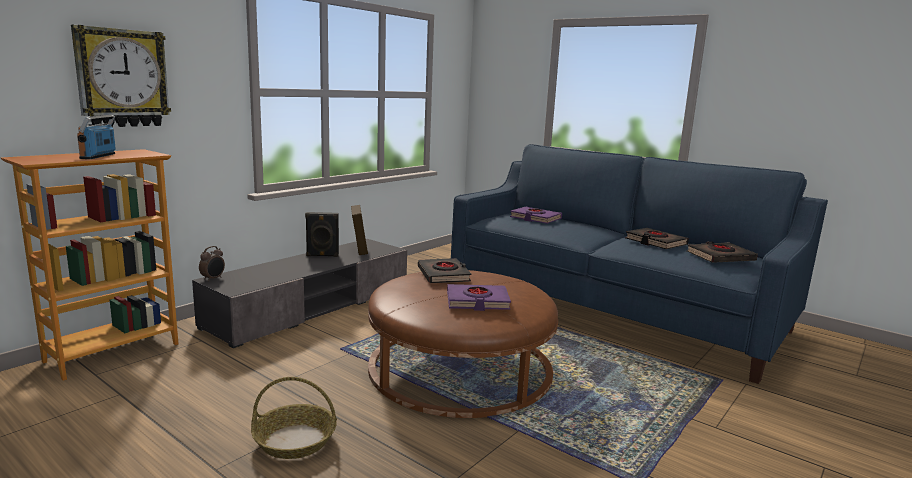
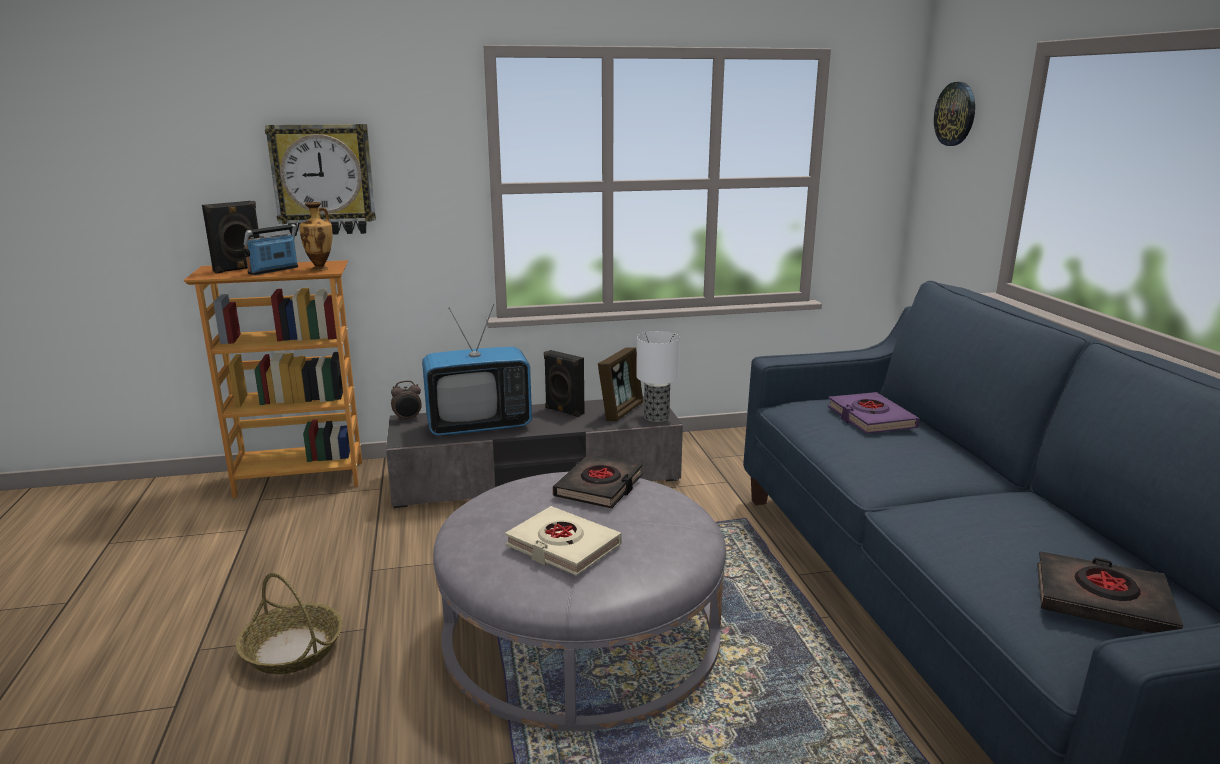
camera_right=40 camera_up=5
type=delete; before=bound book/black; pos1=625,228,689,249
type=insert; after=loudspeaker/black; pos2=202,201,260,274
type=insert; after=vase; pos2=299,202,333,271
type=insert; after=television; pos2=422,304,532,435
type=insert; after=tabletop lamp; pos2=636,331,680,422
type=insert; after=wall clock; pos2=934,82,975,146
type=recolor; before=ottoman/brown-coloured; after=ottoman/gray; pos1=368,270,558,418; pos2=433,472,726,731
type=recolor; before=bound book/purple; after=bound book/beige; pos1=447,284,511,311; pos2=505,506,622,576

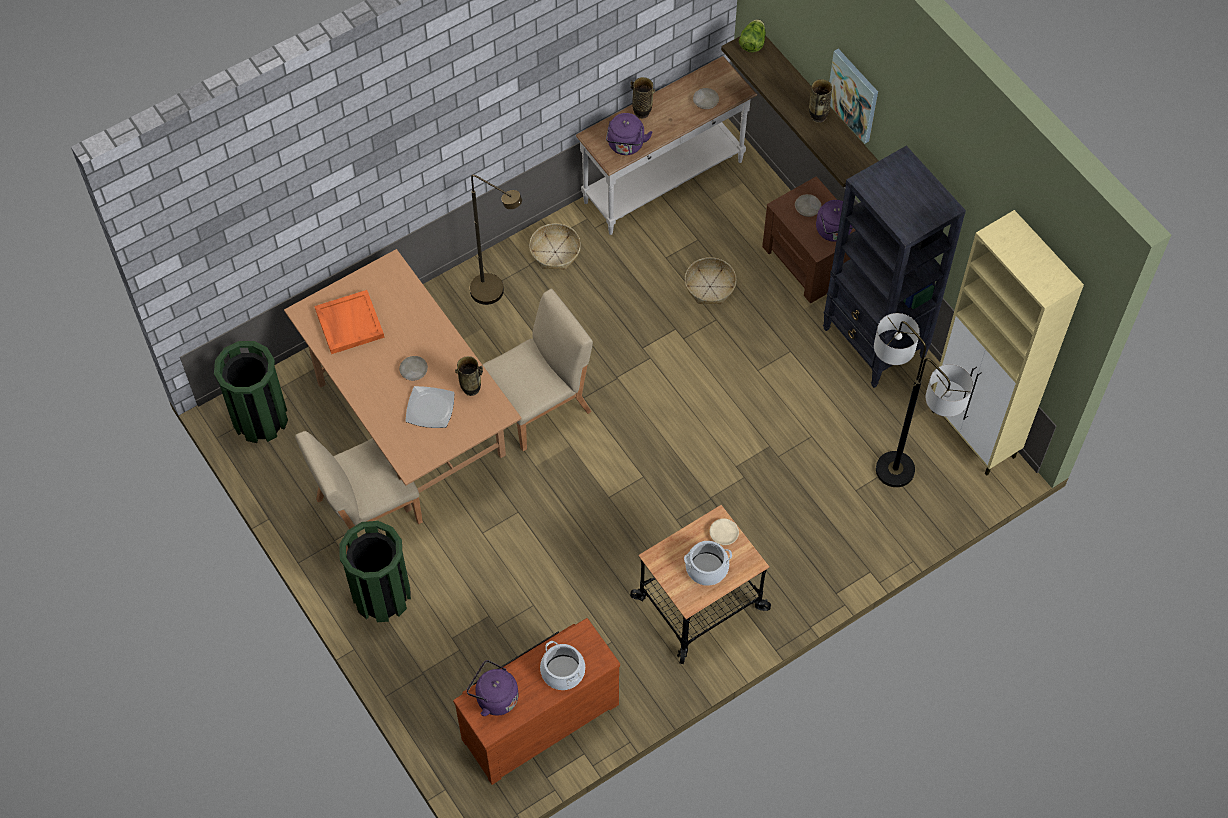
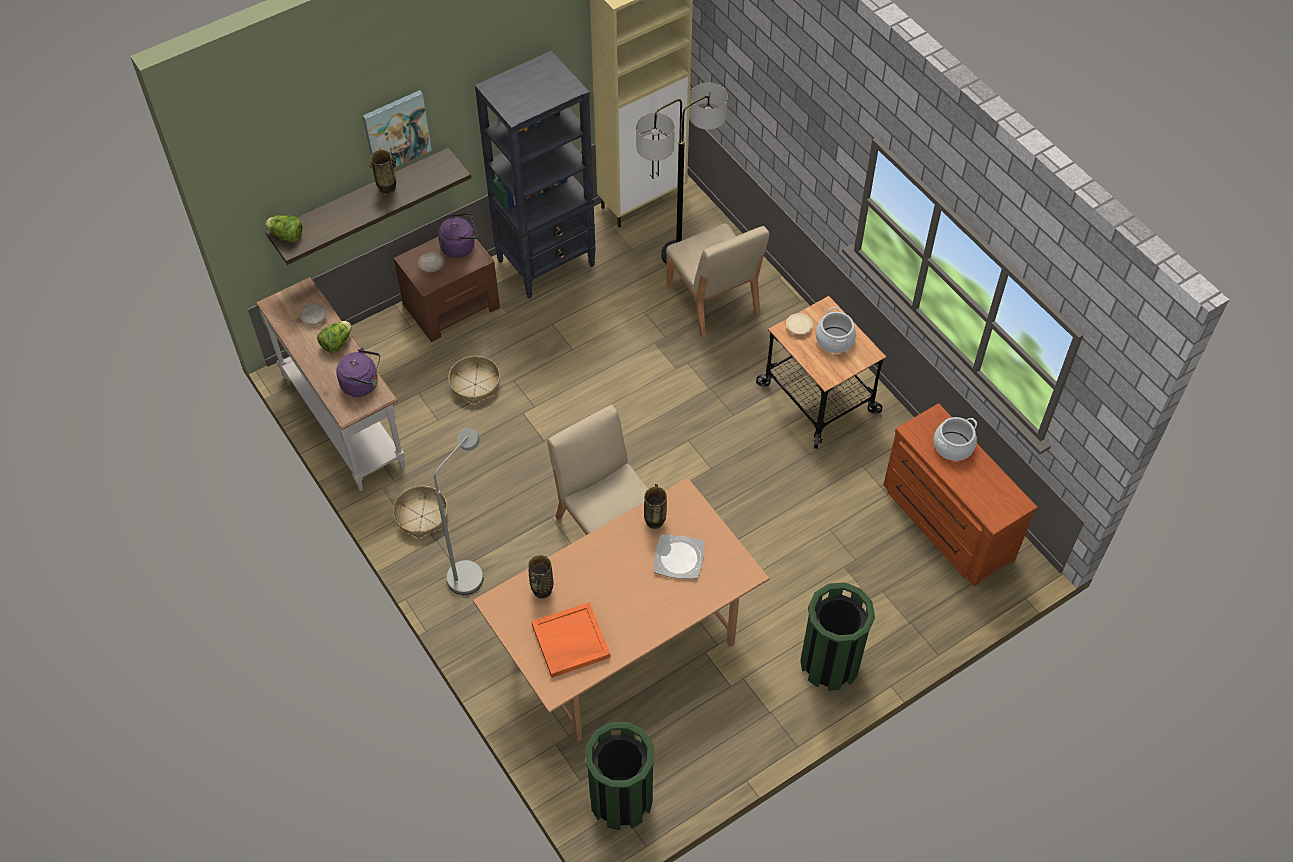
camera_right=-90 camera_up=-5
type=delete; before=flat dish/beige; pos1=399,356,428,381
type=delete; before=water kettle/purple; pos1=467,660,518,716
type=insert; after=lettuce head; pos2=317,321,351,353
type=move; before=upright chair/beige; pos1=295,431,423,554; pos2=666,224,769,338
type=move; before=vase; pos1=630,77,655,119; pos2=528,555,553,599
type=recolor; before=floor lamp/brown-coloured; after=floor lamp/gray; pos1=470,175,522,305; pos2=434,428,483,595

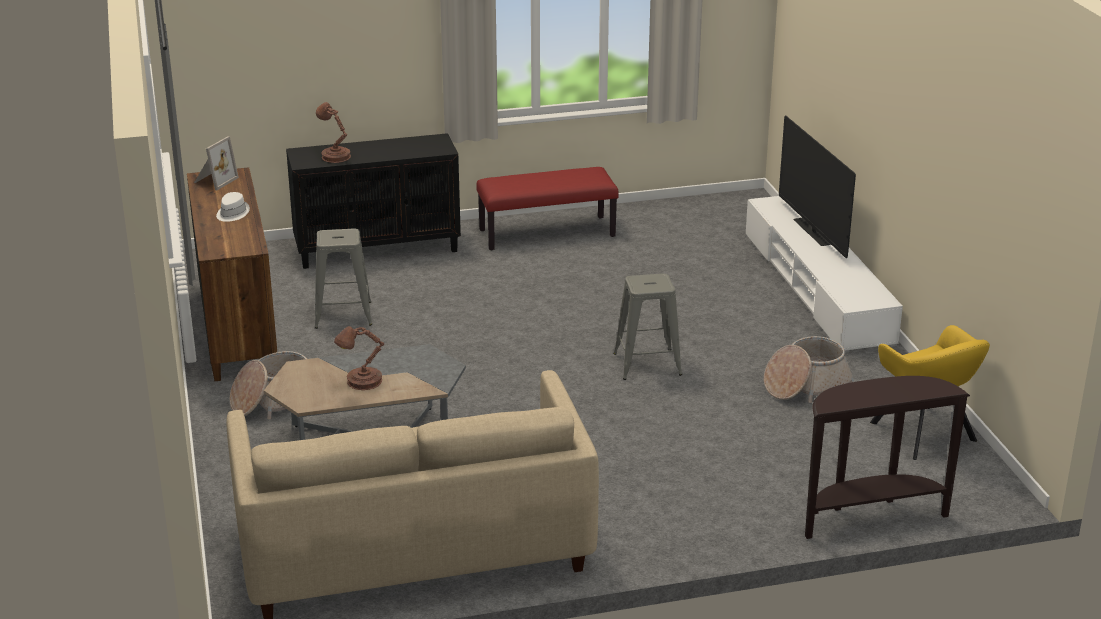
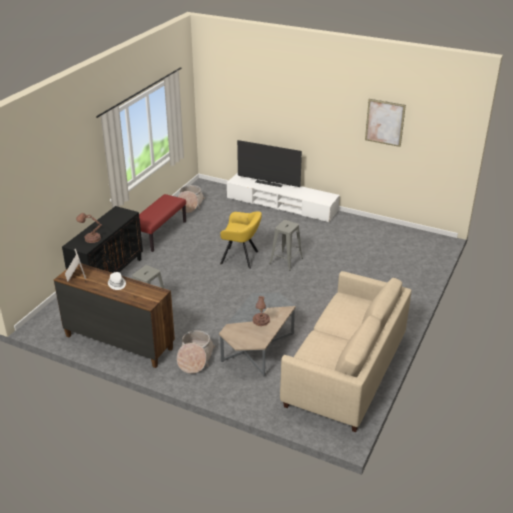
camera_right=-50 camera_up=5
type=delete; before=console table/brown-coloured; pos1=805,376,970,539
type=insert; after=wall picture; pos2=365,99,406,147
type=move; before=basket; pos1=764,336,854,403; pos2=178,185,205,213
type=move; before=lounge chair/yellowish; pos1=870,325,990,460; pos2=220,211,262,269

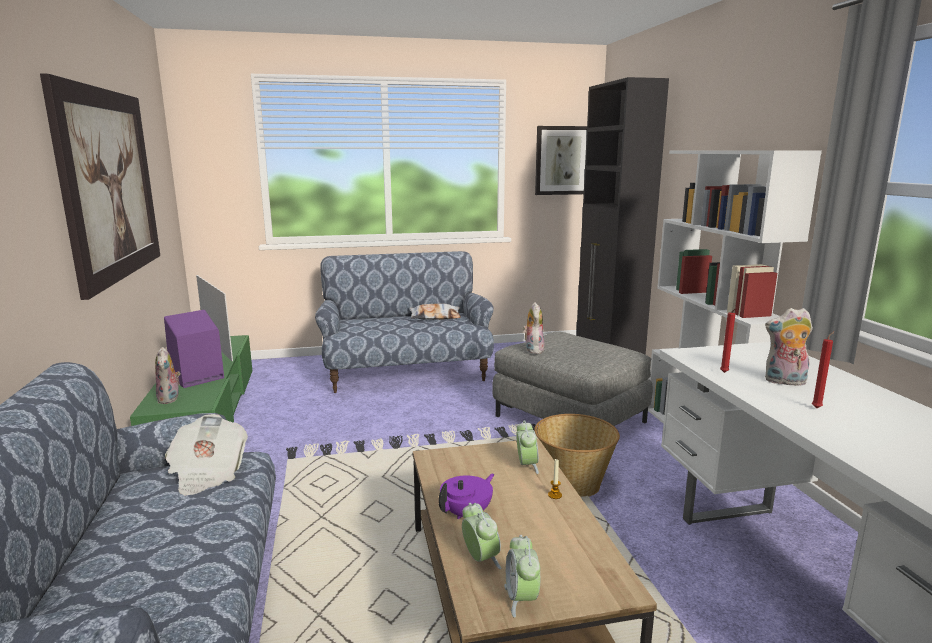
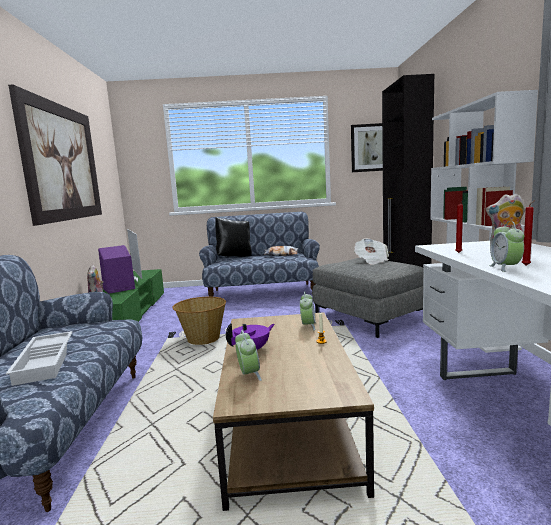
camera_right=10 camera_up=-5
type=delete; before=plush toy; pos1=523,302,544,354
type=insert; after=tray/white; pos2=6,331,72,386
type=insert; after=throw pillow/black; pos2=215,217,252,257
type=move; before=daily paper; pos1=165,414,248,496; pos2=354,238,389,265
type=move; before=bedside clock; pos1=504,535,540,618; pos2=489,221,524,272
type=move; before=basket; pos1=534,414,620,497; pos2=172,297,226,345

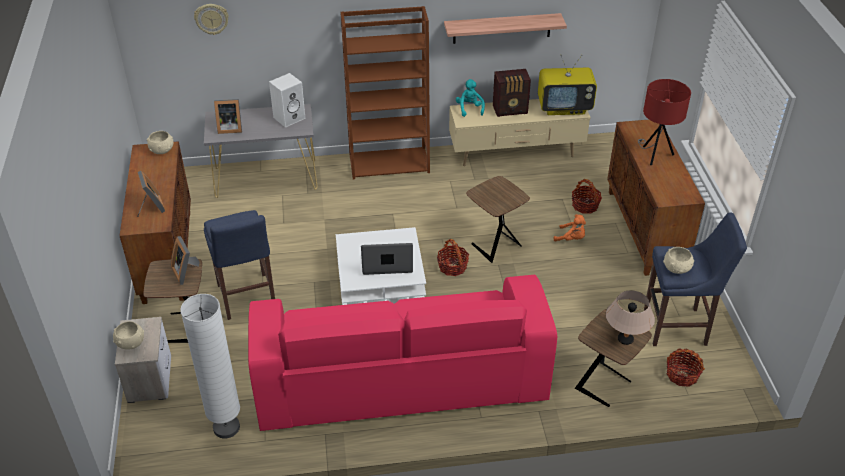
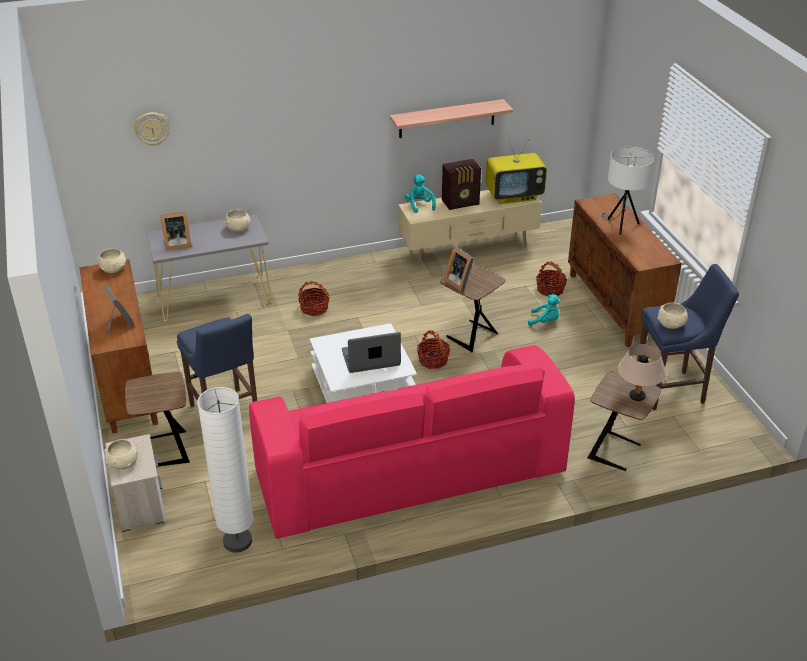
camera_right=-10 camera_up=-5
type=delete; before=bookcase/brown-coloured; pos1=341,6,430,179
type=move; before=standing frame; pos1=171,236,200,285; pos2=444,247,474,292
type=move; before=basket; pos1=666,348,705,387; pos2=298,281,330,316
type=replace; before=loudspeaker/white; after=bowl/beige; pos1=269,73,306,128; pos2=224,209,251,232
type=recolor; before=plush toy/orangey; after=plush toy/turquoise-coloured; pos1=553,214,586,242; pos2=528,294,560,326
type=recolor; before=tabletop lamp/red-coloured; after=tabletop lamp/white; pos1=638,79,691,165; pos2=601,147,654,235

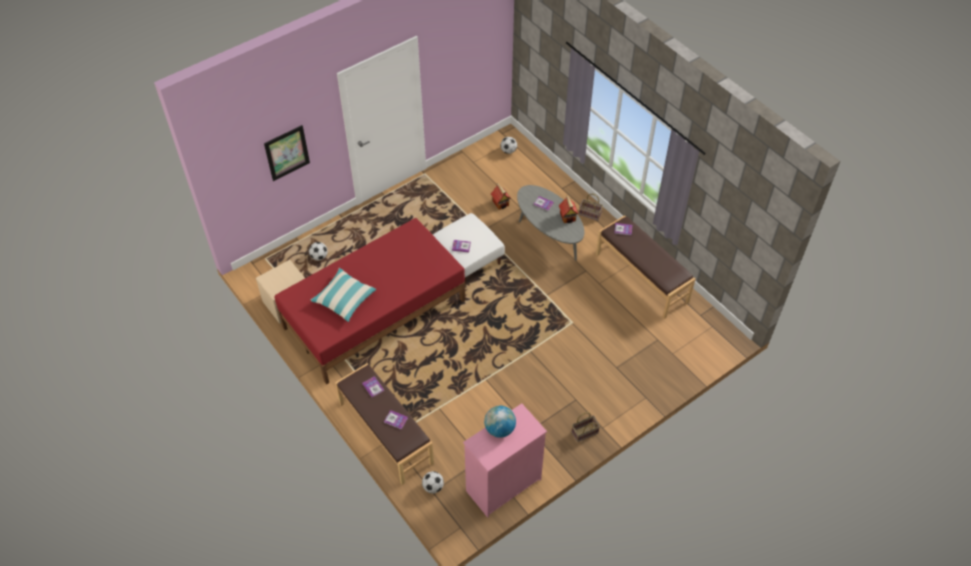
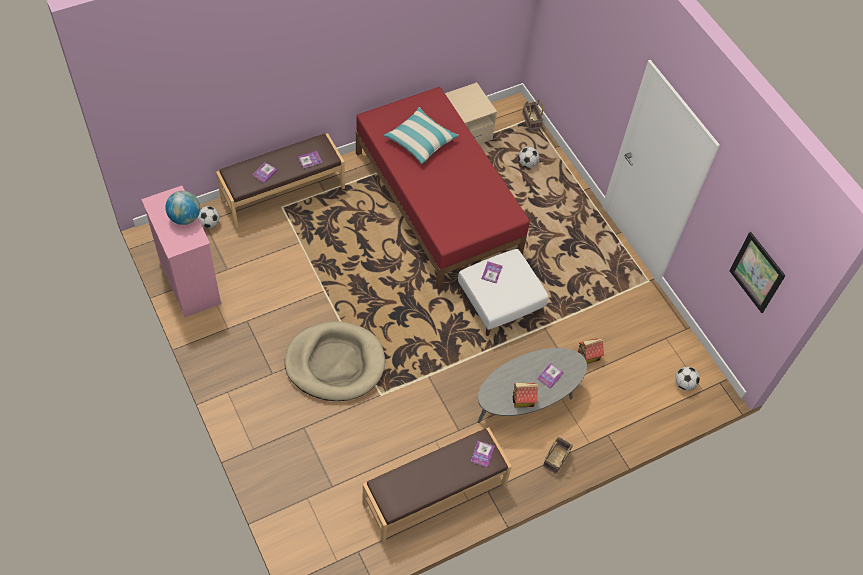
camera_right=95 camera_up=5
type=insert; after=pet bed/beige; pos2=285,321,385,401
type=move; before=wall picture; pos1=264,125,310,181; pos2=729,232,786,313
type=move; before=basket; pos1=571,412,600,442; pos2=522,99,543,130

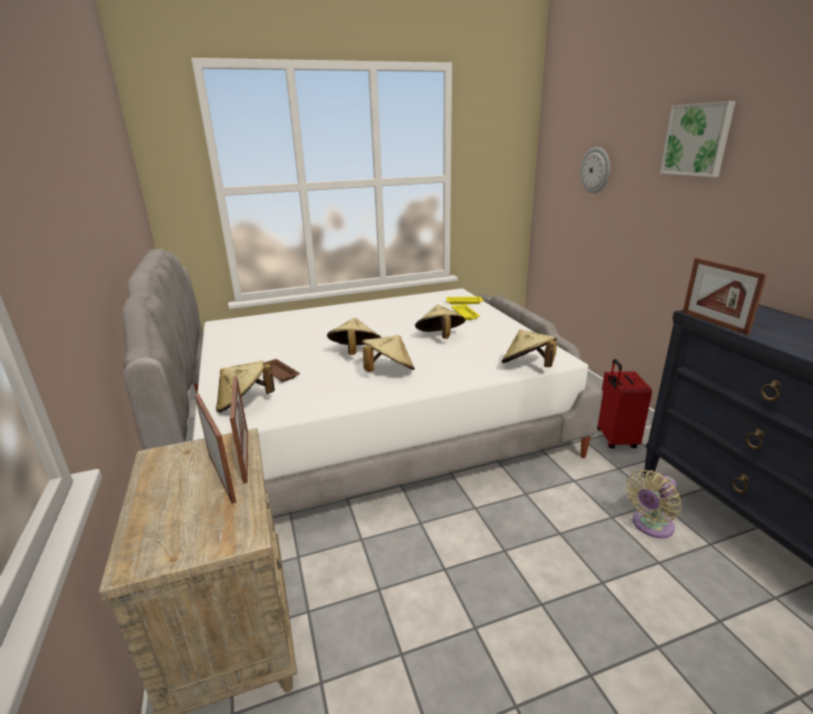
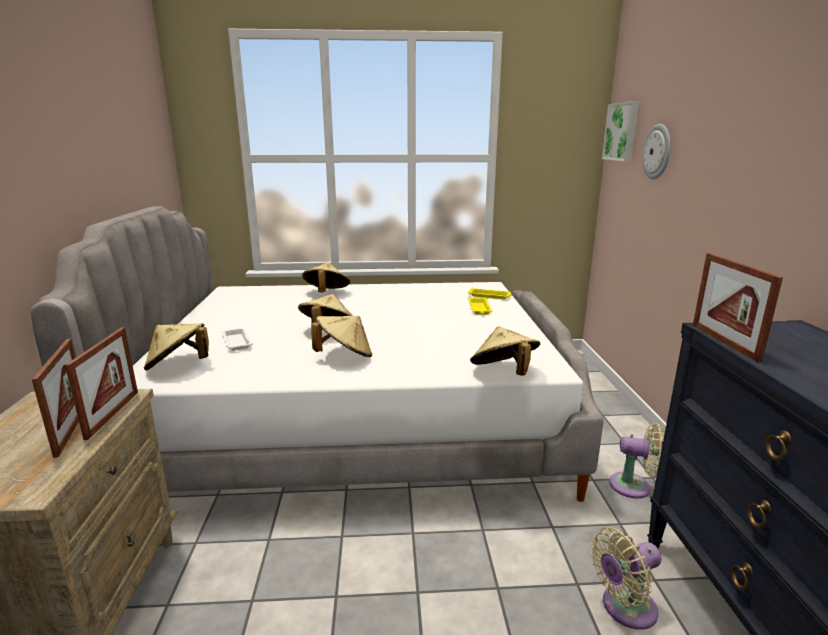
camera_right=15 camera_up=-5
type=move; before=hat/beige; pos1=415,305,465,339; pos2=302,262,350,292
type=move; before=wall picture; pos1=660,101,736,177; pos2=602,101,639,162
type=replace; before=suitcase/red-coloured; after=electric fan/beige; pos1=597,359,652,448; pos2=609,423,665,499
type=recolor; before=tray/brown-coloured; after=tray/white; pos1=265,359,300,382; pos2=222,328,253,351

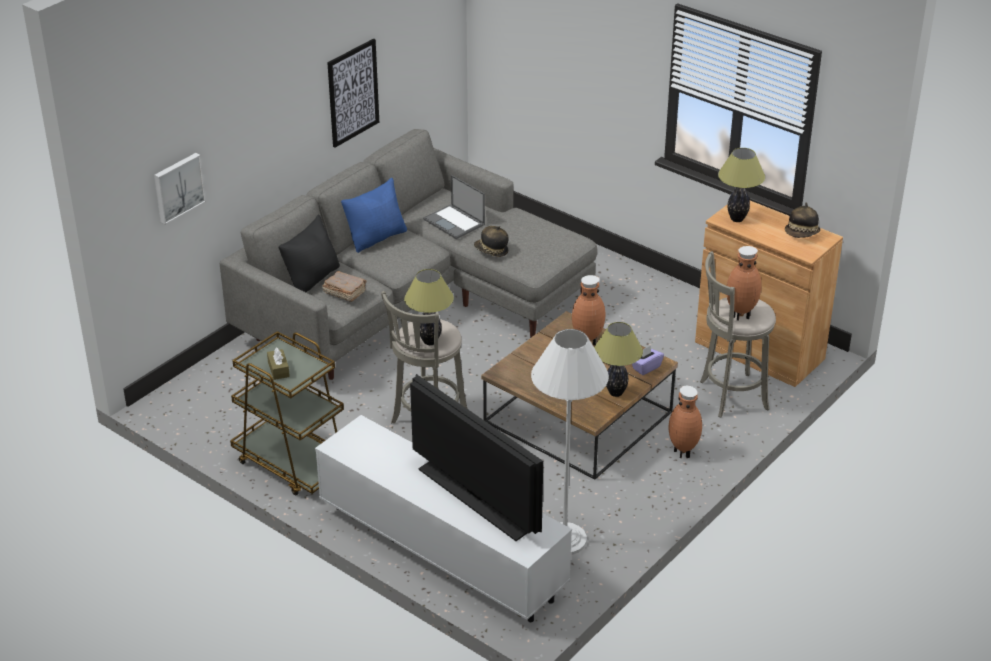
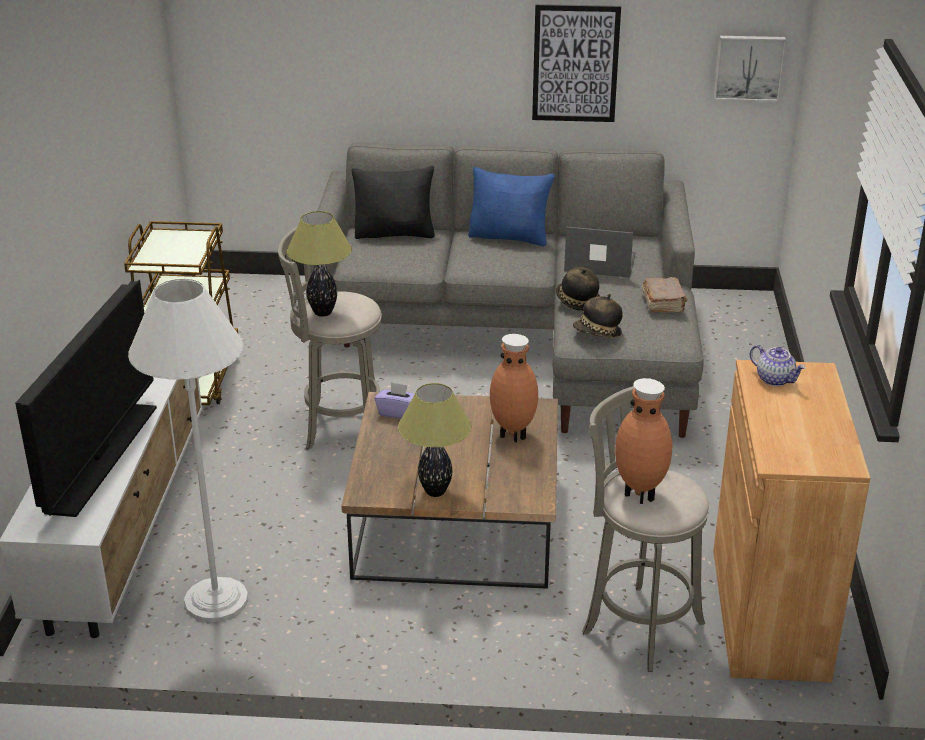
camera_right=55 camera_up=-5
type=delete; before=box of tissues/brown-coloured; pos1=267,347,290,380
type=delete; before=vase/brown-coloured; pos1=669,386,702,459
type=move; before=wall picture; pos1=154,153,206,225; pos2=714,36,786,102
type=move; before=bound book/brown-coloured; pos1=323,271,366,302; pos2=642,277,687,313
type=move; before=box of tissues/purple; pos1=632,346,664,375; pos2=375,382,415,419
type=move; before=hat; pos1=785,203,820,238; pos2=573,294,623,337
type=replace; before=tabletop lamp; after=pot for tea; pos1=718,148,765,222; pos2=750,345,806,386
type=rotate; before=notebook computer; pos1=423,175,485,239; pos2=564,227,635,278; turn=90

